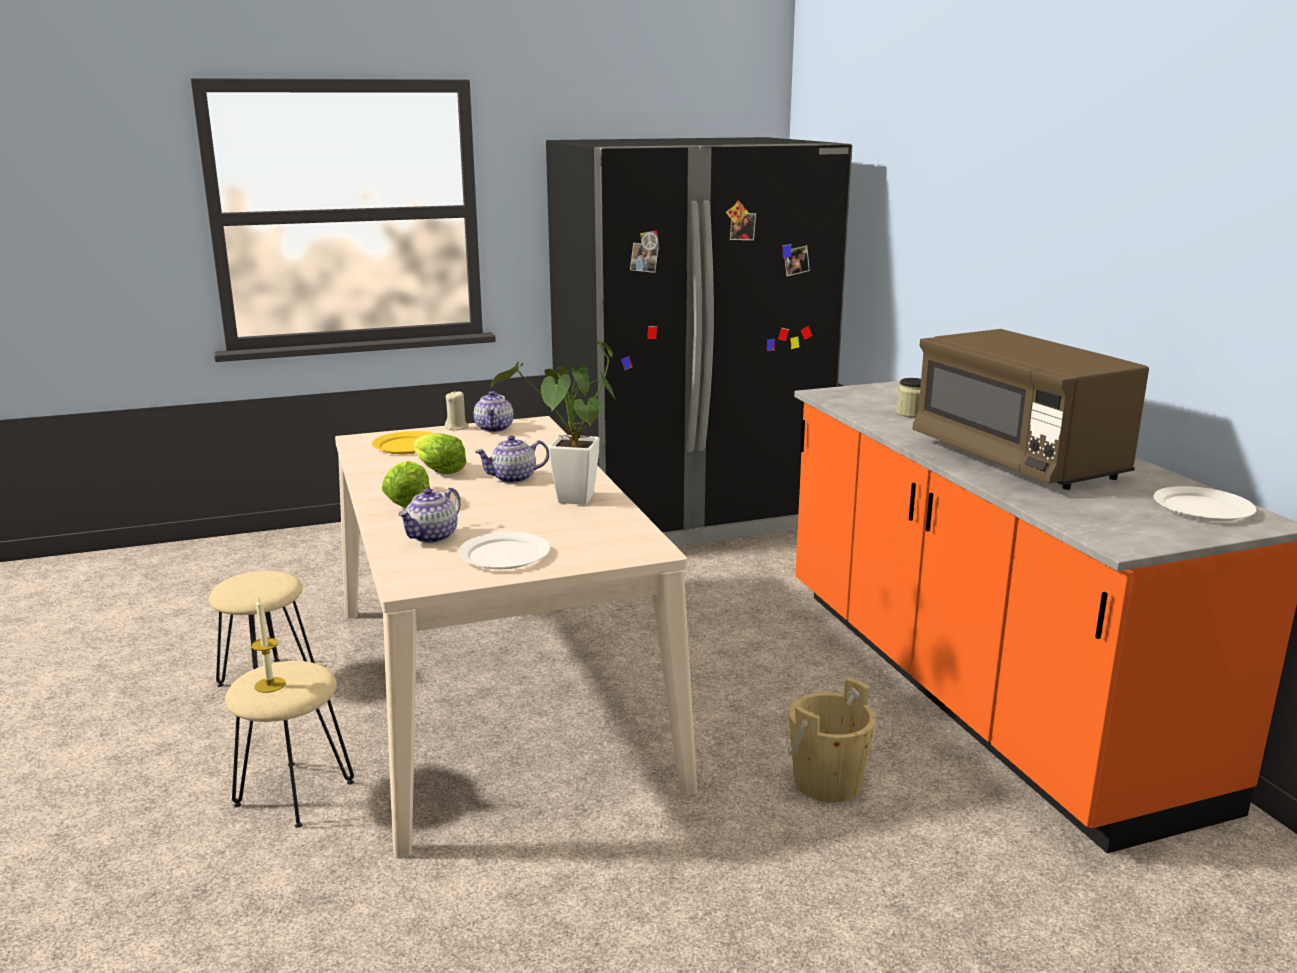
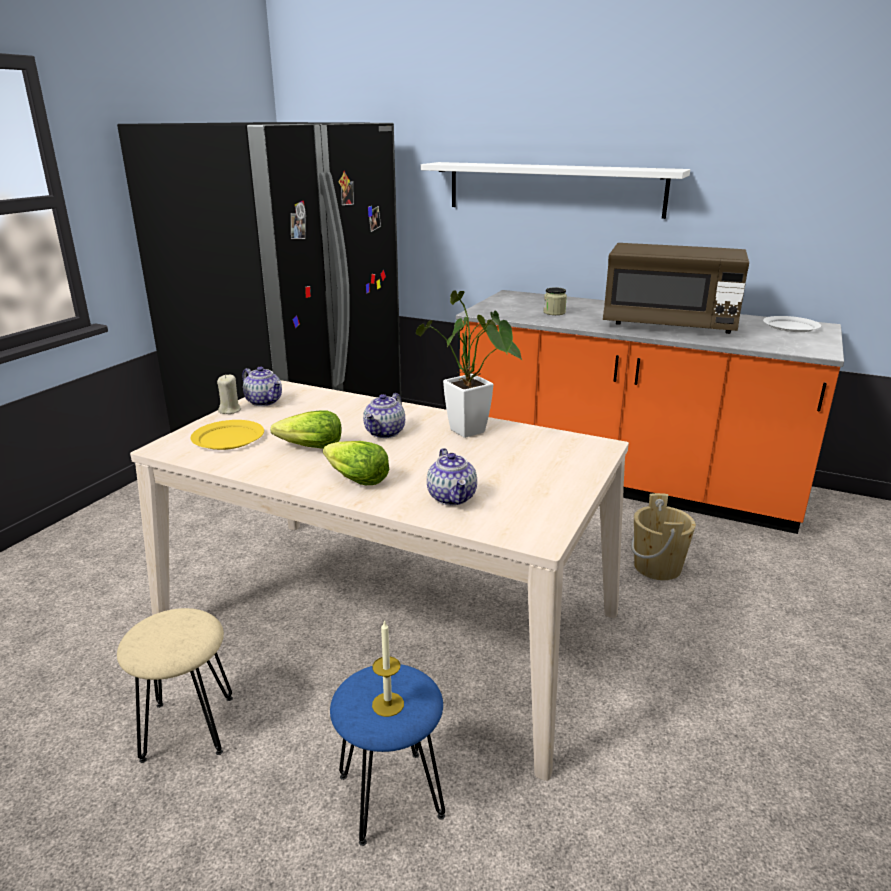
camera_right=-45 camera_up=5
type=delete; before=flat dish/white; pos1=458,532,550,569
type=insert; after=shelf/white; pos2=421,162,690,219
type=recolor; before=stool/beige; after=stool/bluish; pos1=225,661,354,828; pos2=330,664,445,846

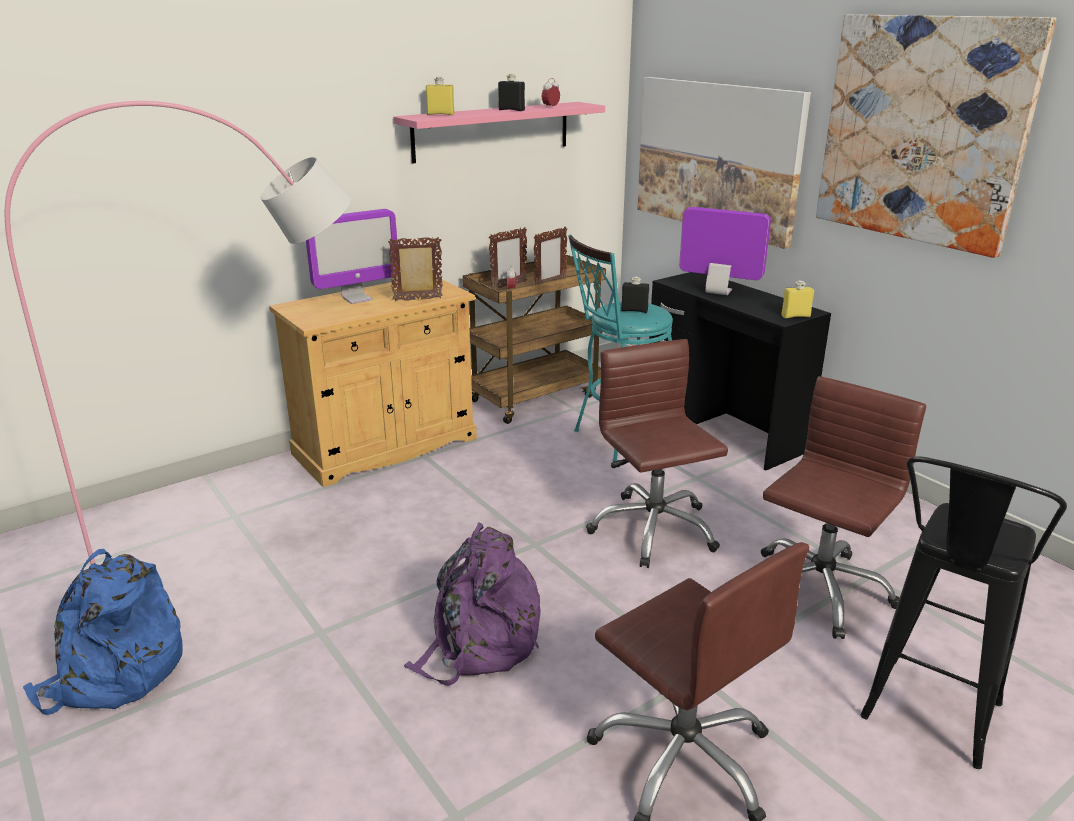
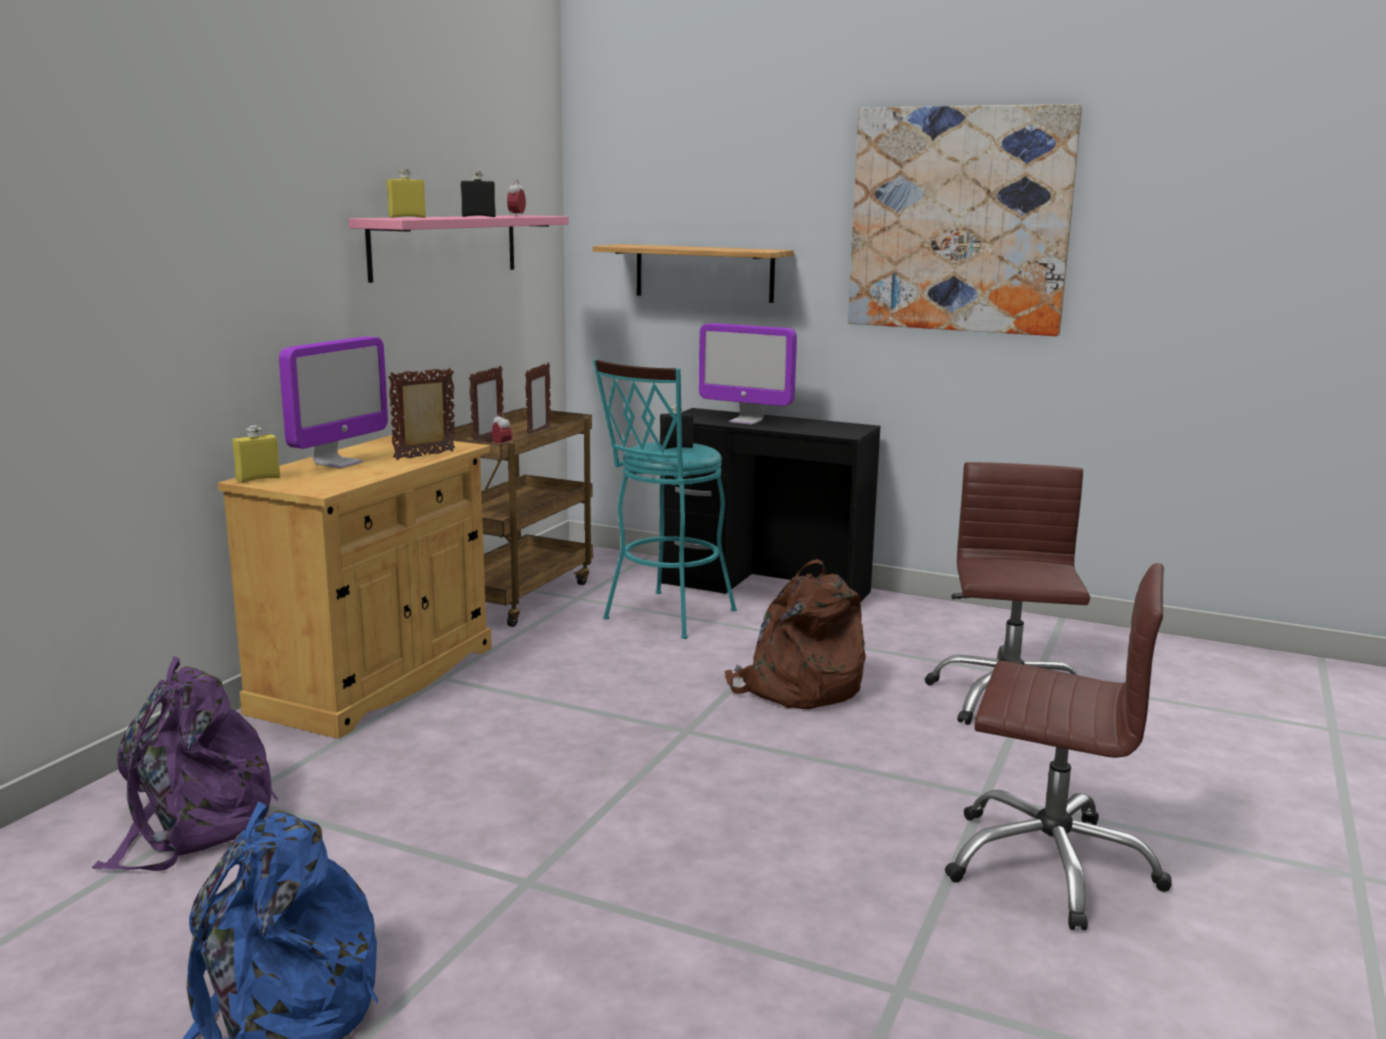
camera_right=-30 camera_up=-10
type=delete; before=floor lamp/pink-coloured; pos1=5,101,352,564
type=delete; before=stool/black; pos1=861,456,1067,769
type=move; before=knapsack/purple; pos1=404,522,541,686; pos2=92,656,278,871
type=move; before=beverage bottle/yellowish; pos1=781,281,814,318; pos2=232,425,280,483
type=replace; before=desk chair/brown-coloured; after=knapsack/brown-coloured; pos1=586,339,728,568; pos2=725,559,866,709
type=replace; before=wall picture; after=shelf; pos1=637,77,811,249; pos2=592,244,794,303
type=rotate; before=computer screen; pos1=679,207,771,295; pos2=699,323,797,425; turn=-150

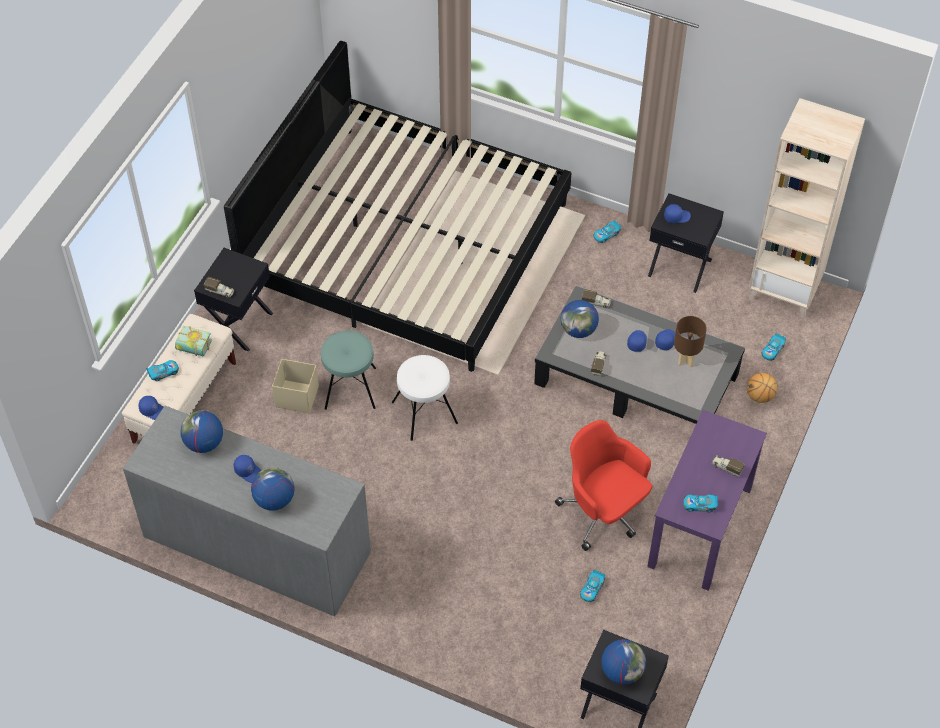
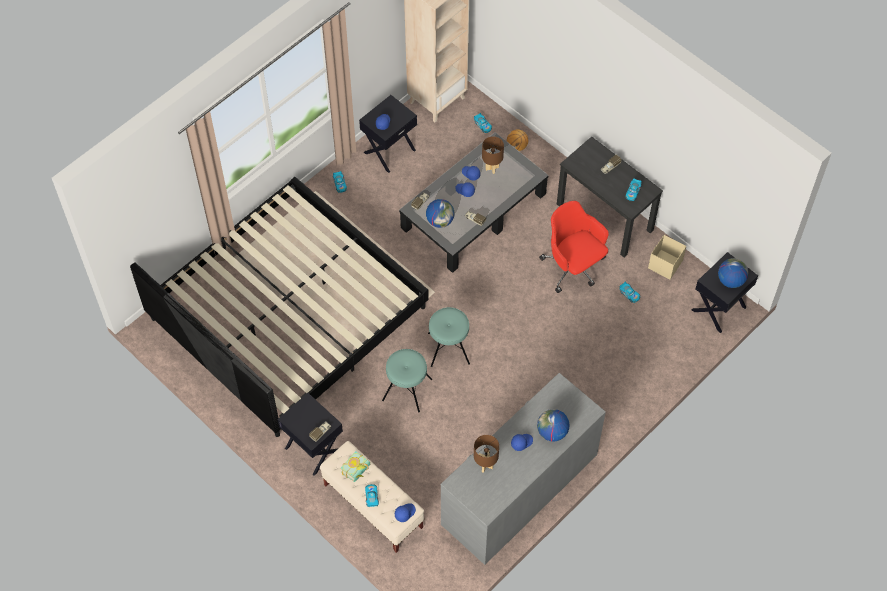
camera_right=-70 camera_up=5
type=move; before=storage container/beige; pos1=272,359,319,413; pos2=648,235,686,280
type=replace; before=globe; after=tabletop lamp/brown-coloured; pos1=180,411,223,453; pos2=474,435,499,473
type=recolor; before=stool/white; after=stool/turquoise-coloured; pos1=392,355,458,441; pos2=428,307,470,367
type=recolor; before=desk table/purple; after=desk table/black; pos1=647,410,767,591; pos2=557,136,663,257
type=rotate; before=desk chair/red-coloured; pos1=555,420,653,551; pos2=539,201,608,293; turn=75

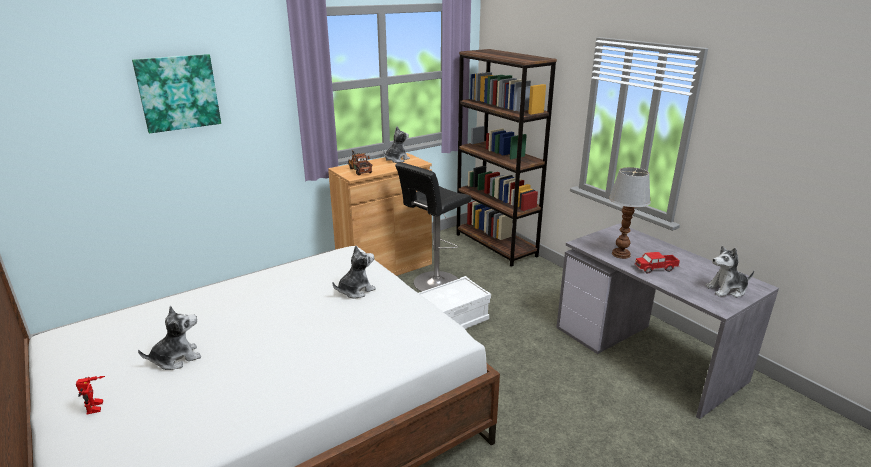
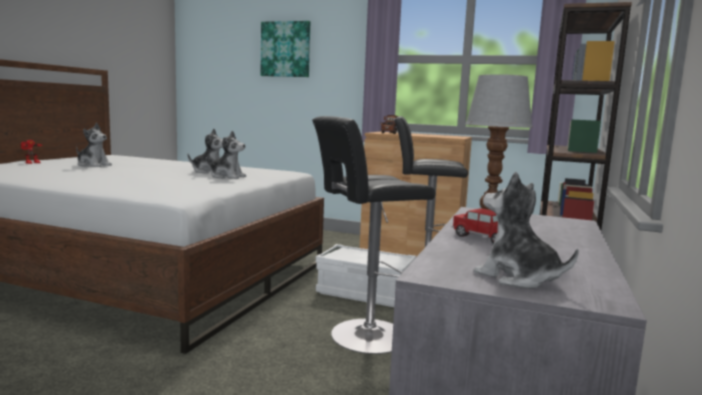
camera_right=55 camera_up=-15
type=insert; after=stool/black; pos2=312,116,436,354
type=move; before=plush toy; pos1=383,126,410,163; pos2=188,129,223,174

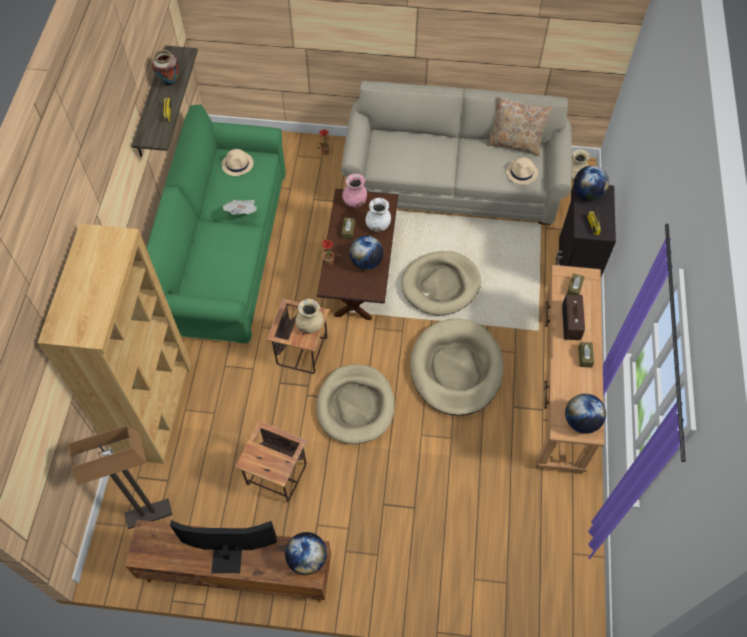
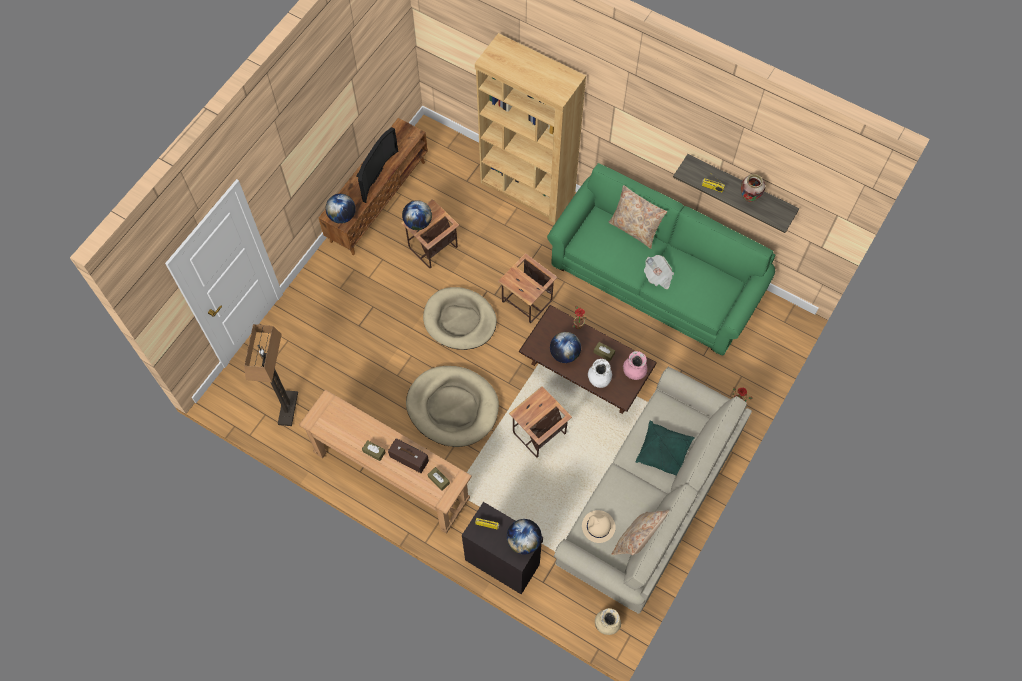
camera_right=115 camera_up=5
type=delete; before=hat/beige; pos1=222,149,253,176
type=delete; before=vase/beige; pos1=296,299,324,334
type=insert; after=throw pillow/beige; pos2=609,185,667,249
type=insert; after=throw pillow/greenish; pos2=635,420,695,476
type=move; before=floor lamp; pos1=67,425,172,529; pos2=244,324,298,426
type=move; before=globe; pos1=565,394,606,434; pos2=402,200,432,230
type=replace; before=pet bed/beige; after=side table; pos1=401,251,481,316; pos2=509,386,572,458

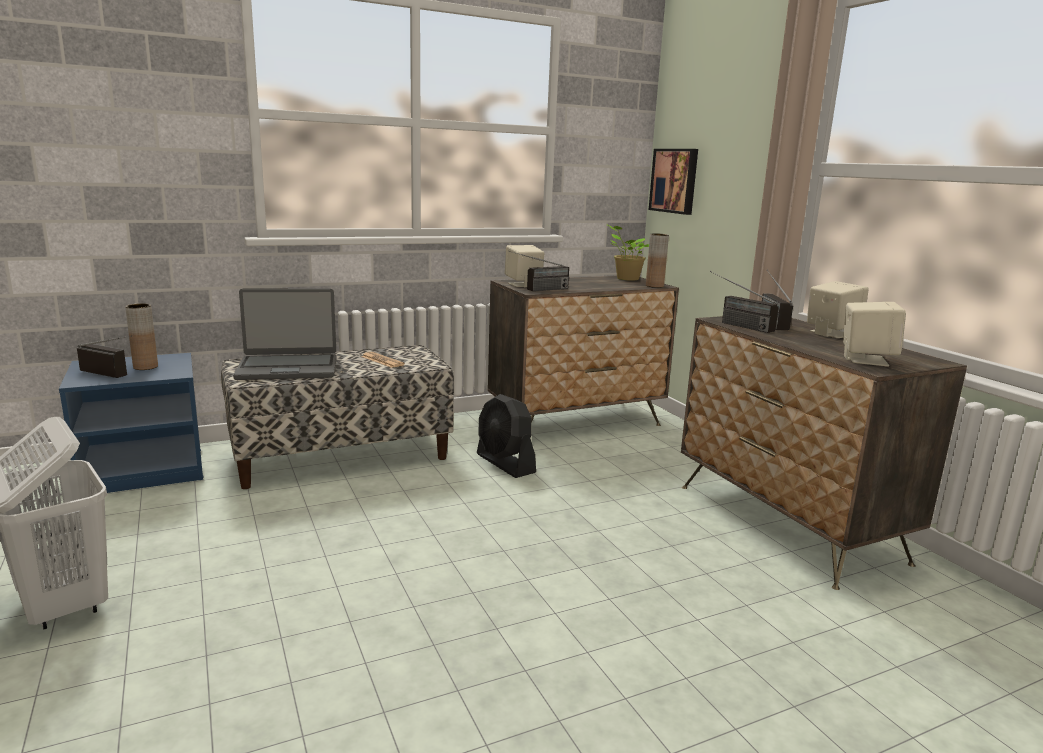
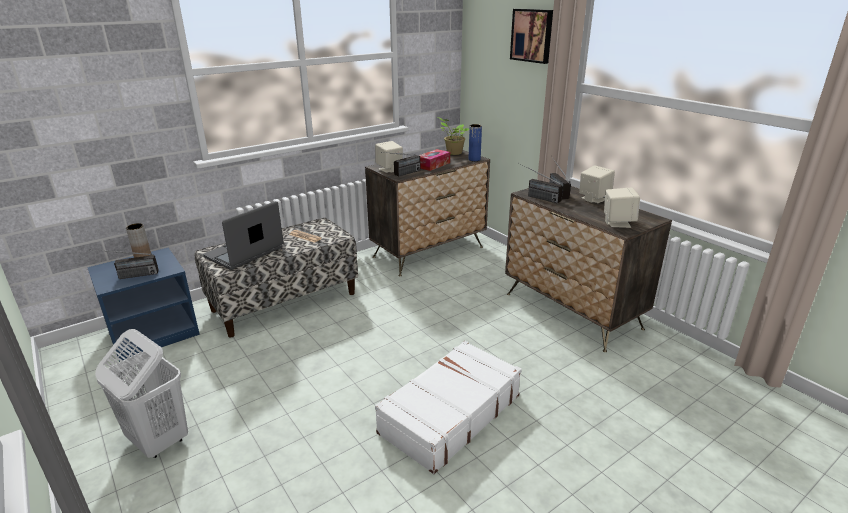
camera_right=-10 camera_up=10
type=delete; before=electric fan/black; pos1=477,394,536,478
type=insert; after=suitcase/white; pos2=375,341,522,474
type=insert; after=box of tissues; pos2=419,149,450,171
type=move; before=wall picture; pos1=649,149,698,215; pos2=510,9,553,64
type=recolor; before=vase/brown-coloured; after=vase/bluish; pos1=646,233,669,288; pos2=469,124,482,161
type=rotate; before=radio; pos1=77,335,132,378; pos2=89,249,159,279; turn=150
type=rotate; before=notebook computer; pos1=233,289,336,380; pos2=203,201,284,270; turn=150

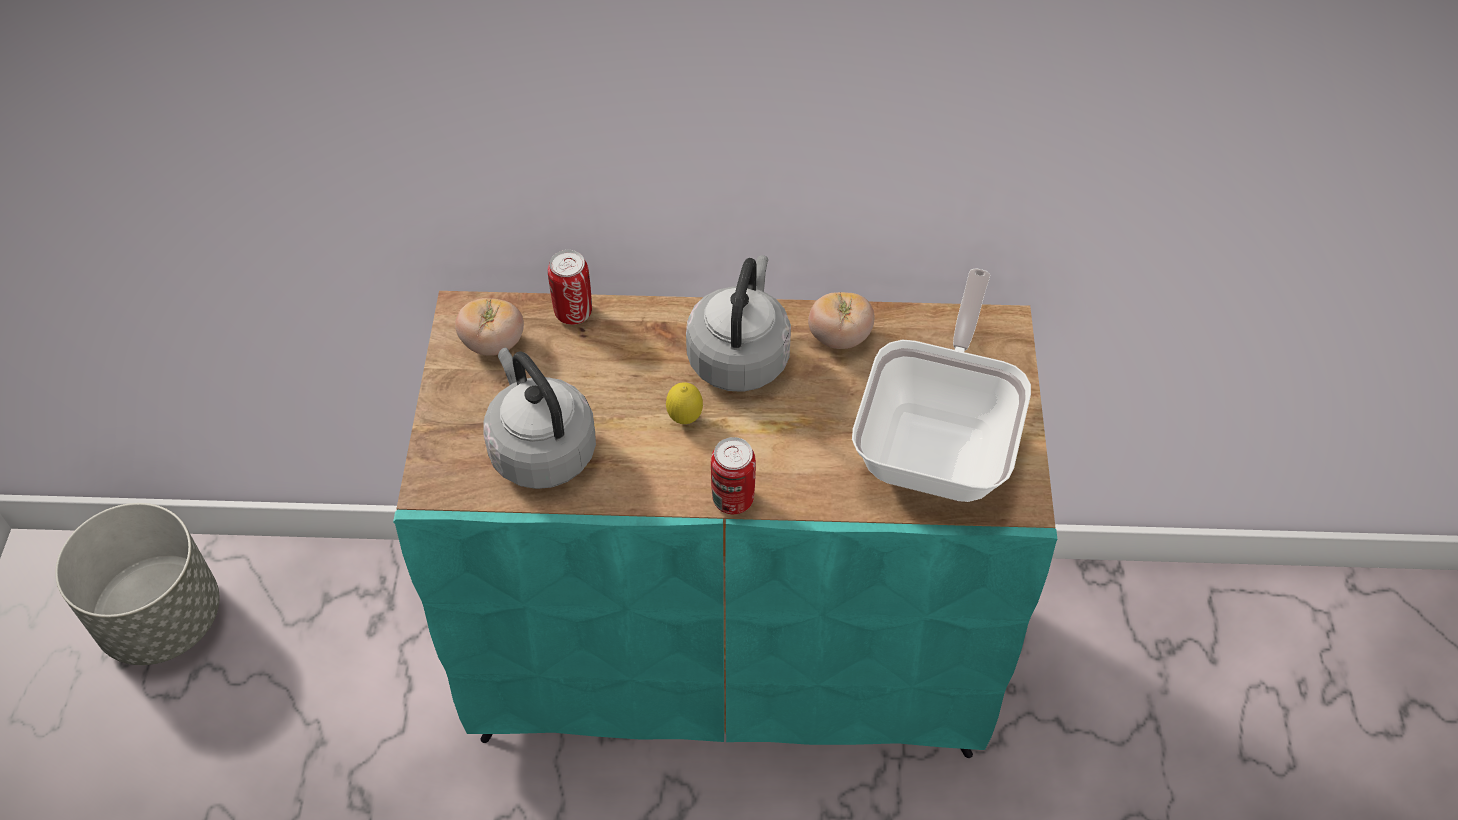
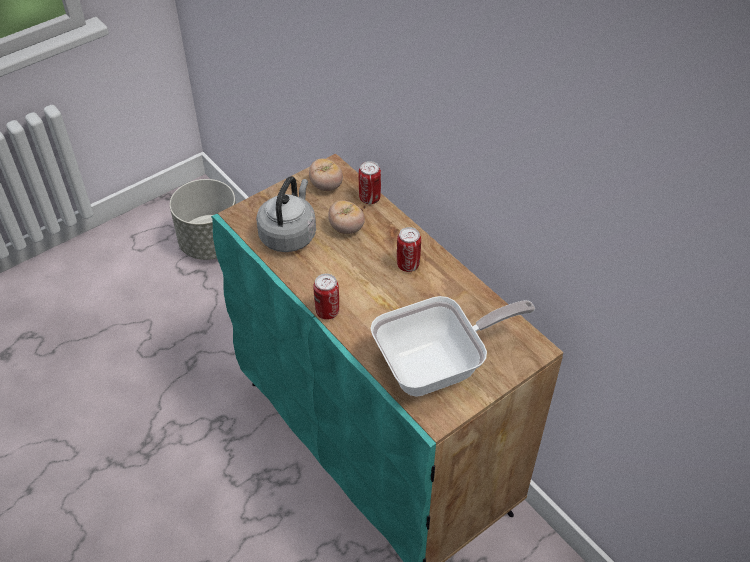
camera_right=50 camera_up=-5
type=delete; before=lemon; pos1=666,382,703,424
type=move; before=fresh tomato; pos1=808,292,875,349; pos2=328,200,365,234
type=replace; before=water kettle/gray; after=sealed can; pos1=686,255,791,392; pos2=397,227,421,272

